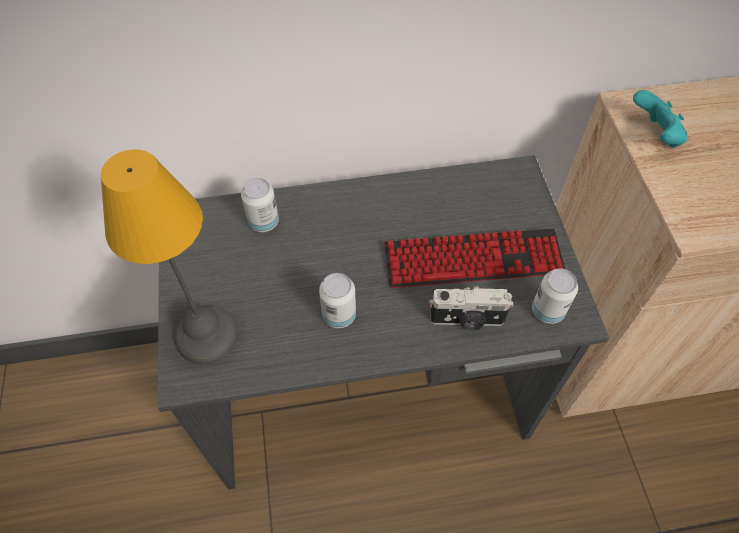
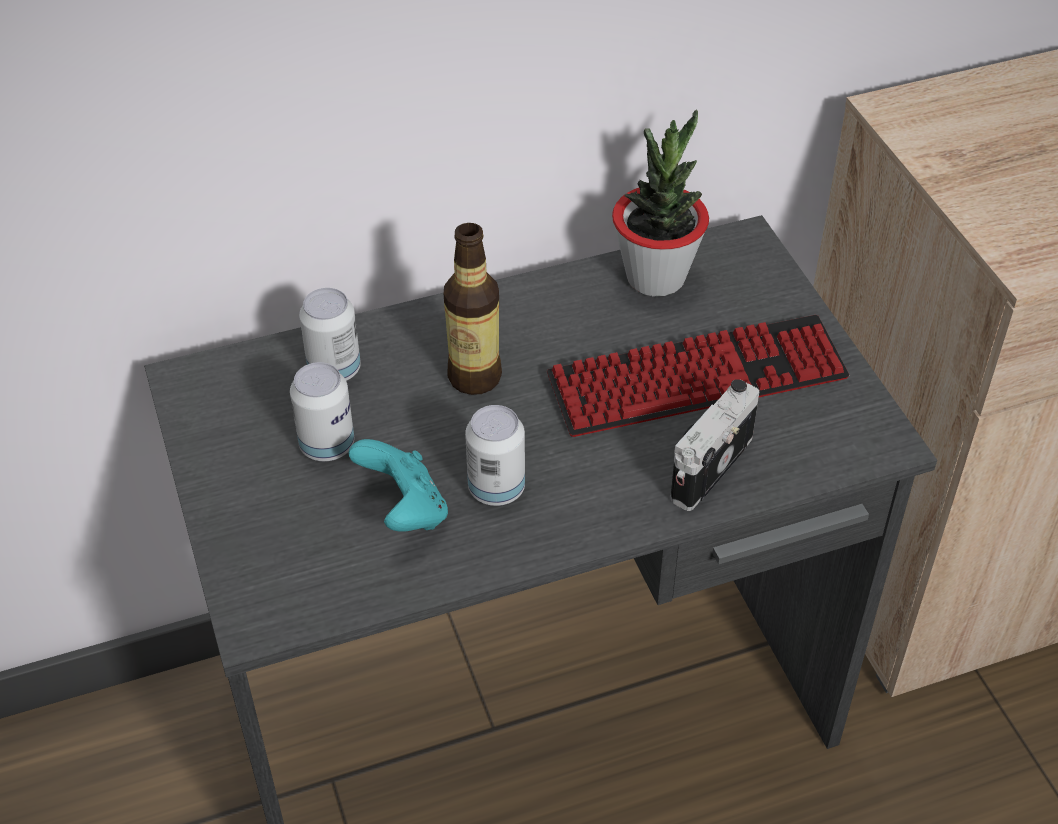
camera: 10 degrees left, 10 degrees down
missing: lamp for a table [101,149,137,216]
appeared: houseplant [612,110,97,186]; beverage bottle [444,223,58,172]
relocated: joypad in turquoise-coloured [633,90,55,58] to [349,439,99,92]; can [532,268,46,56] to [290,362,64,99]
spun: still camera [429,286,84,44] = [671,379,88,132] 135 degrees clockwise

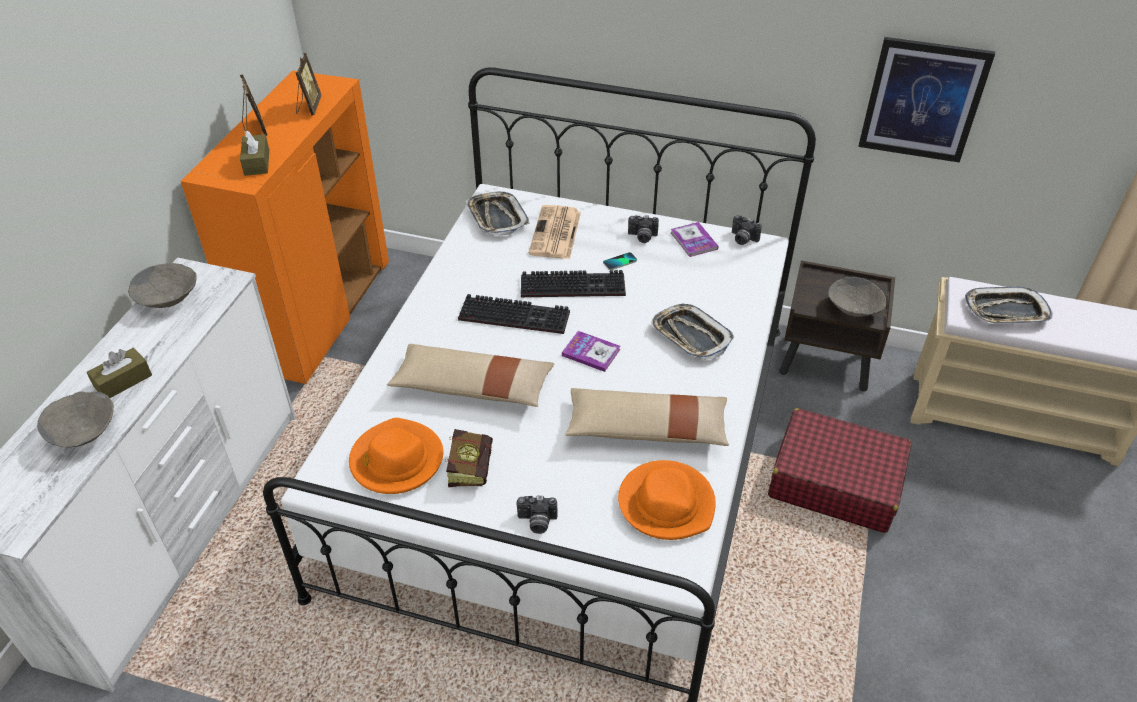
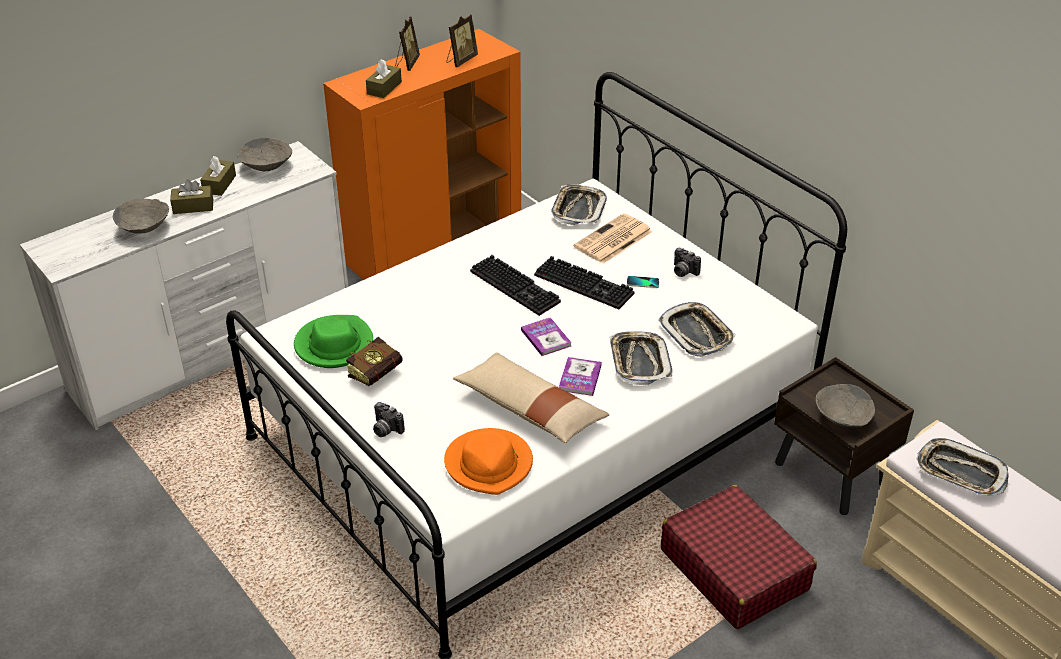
camera: 35 degrees right, 5 degrees down
missing: wall art [858,37,137,126]; still camera [732,215,30,30]; pillow in sand-coloured [387,344,167,63]
appeared: box of tissues in brown-coloured [200,156,36,40]; tray [658,302,78,55]
relocated: bound book [671,222,47,35] to [559,357,43,39]
colour: hat in orangey [349,418,95,76] to hat in green [294,315,79,53]

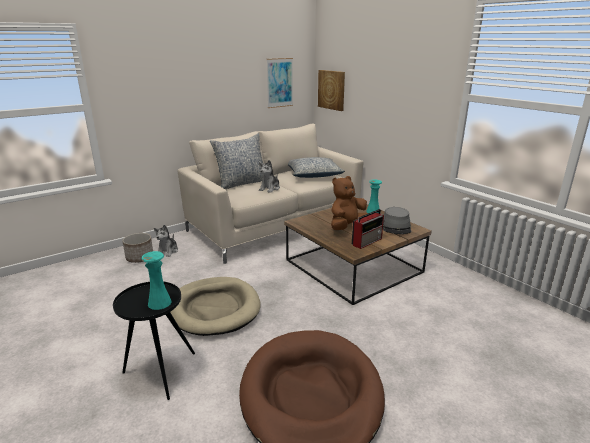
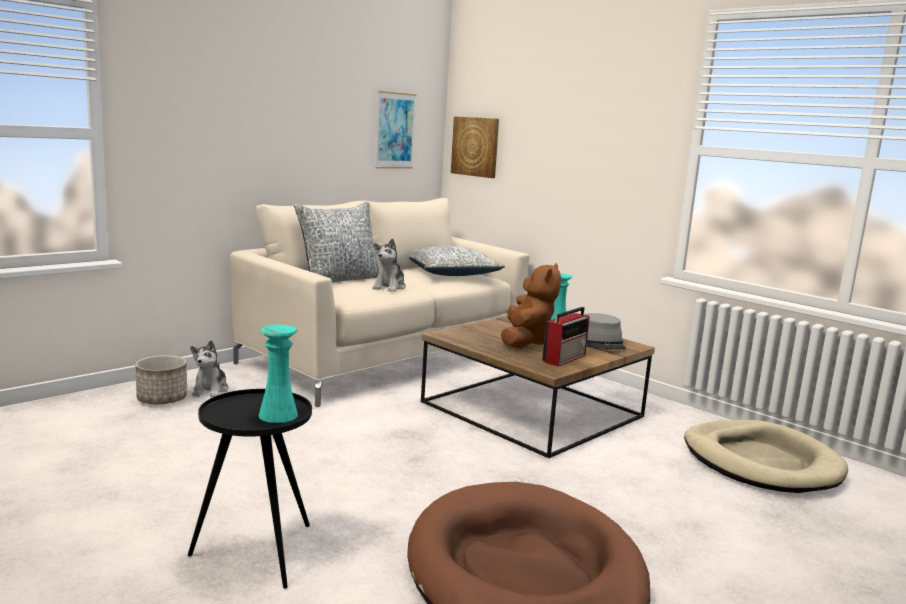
camera: 10 degrees left, 10 degrees down
relocated: pet bed in sand-coloured [170,277,91,59] to [684,420,164,73]
spun: plush toy in brown-coloured [331,176,37,54] = [501,263,60,85] 150 degrees clockwise

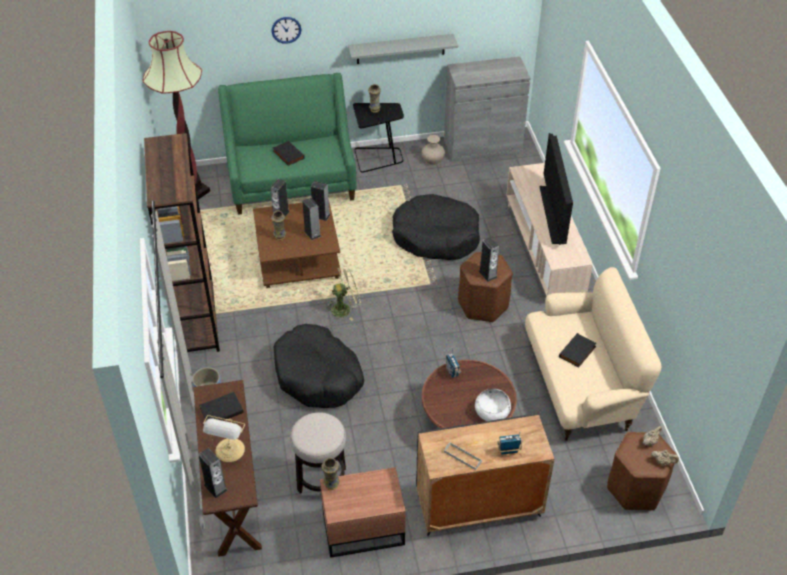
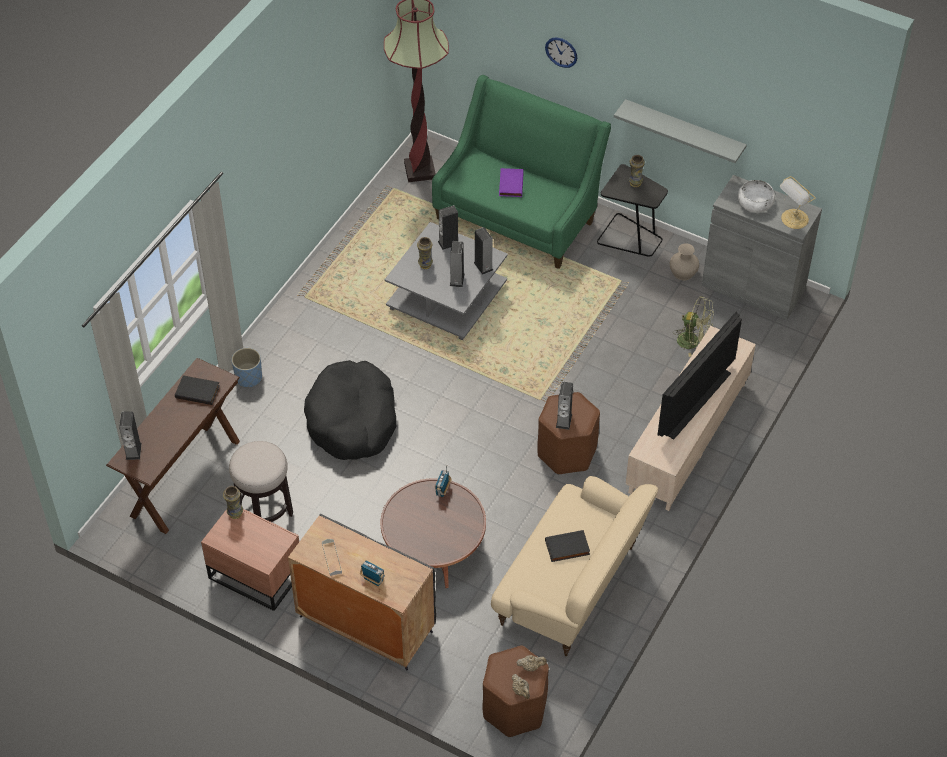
camera: 40 degrees right, 5 degrees up
missing: shelving unit in brown-coloured [144,133,76,219]; pet bed in black-coloured [392,194,88,66]
relocated: fan in green [324,266,37,55] to [673,296,41,61]; serving bowl in white [475,389,36,32] to [738,180,37,32]; lamp for a table [203,415,42,47] to [780,176,36,53]
colour: bound book in black-coloured [273,141,32,25] to bound book in purplish [499,168,25,29]; lounge table in brown-coloured [253,203,88,85] to lounge table in gray [385,222,123,118]

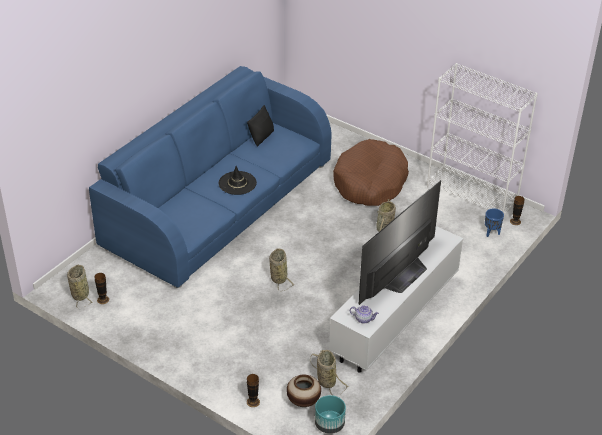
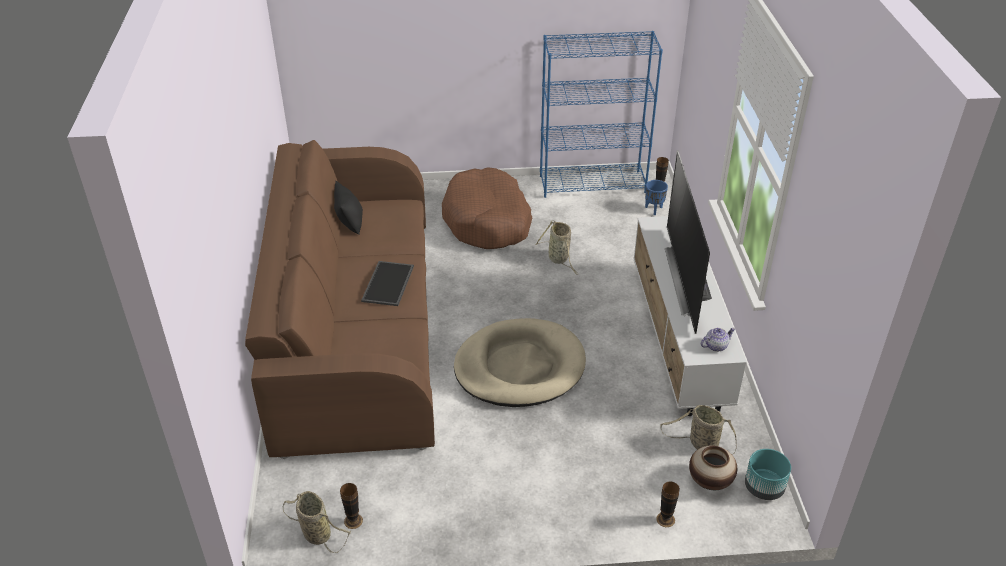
camera: 40 degrees left, 0 degrees up
exchanged: hat in black-coloured [219,166,38,29] to tray [361,261,53,45]; basket [269,248,26,43] to pet bed in sand-coloured [454,318,132,89]
colour: shelving unit in white [427,63,111,151] to shelving unit in bluish [540,31,123,167]; settee in bluish [89,66,243,222] to settee in brown-coloured [245,140,190,319]

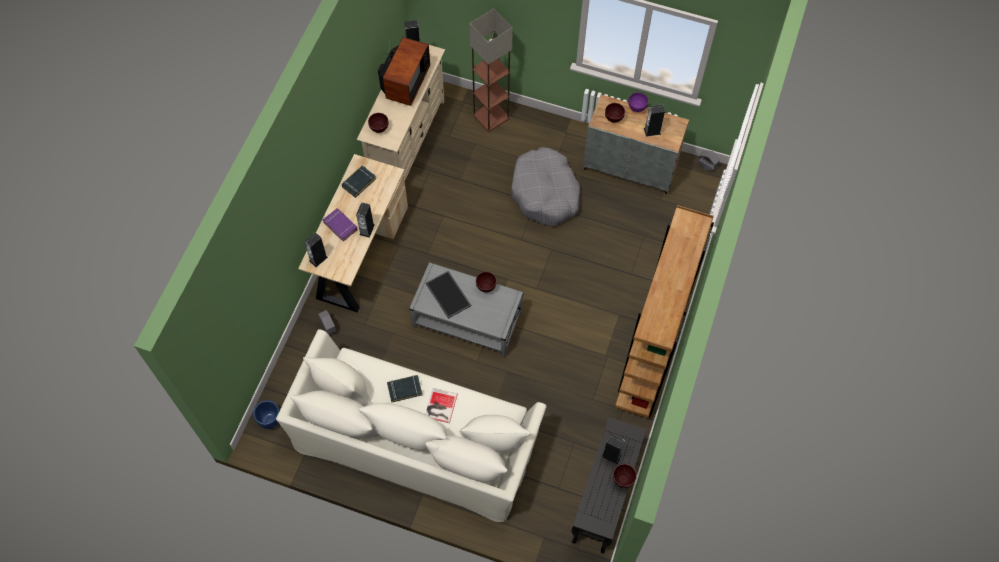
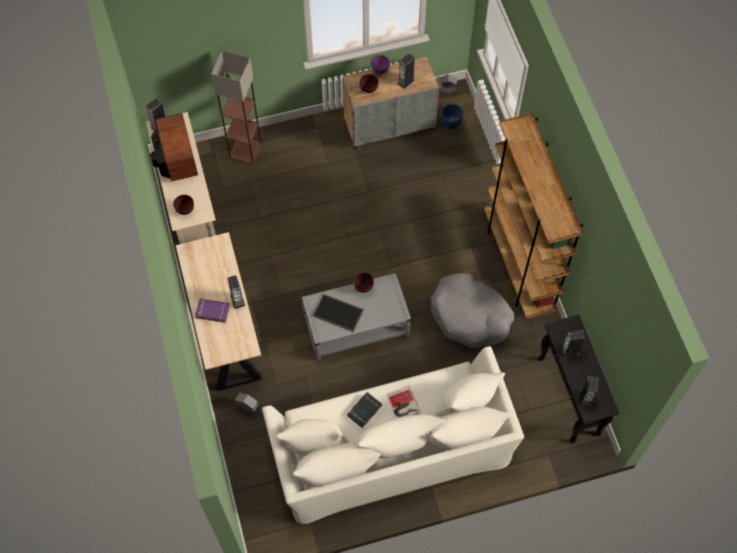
camera: 35 degrees left, 0 degrees up
missing: bound book in black-coloured [342,165,34,33]; serving bowl in brown-coloured [613,464,24,24]
relocated: pet bed in gray [511,147,69,79] to [431,273,83,75]; audio speaker [304,232,24,35] to [579,376,19,32]; flower pot in bluish [253,400,27,29] to [441,104,22,26]

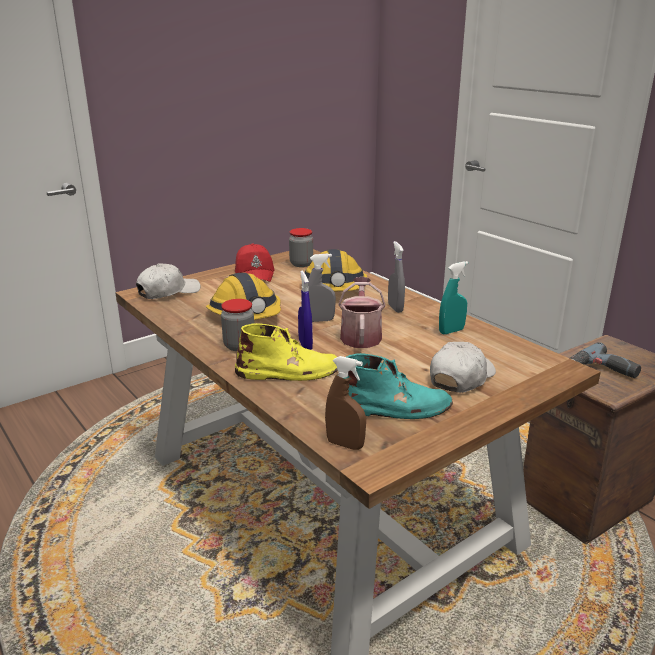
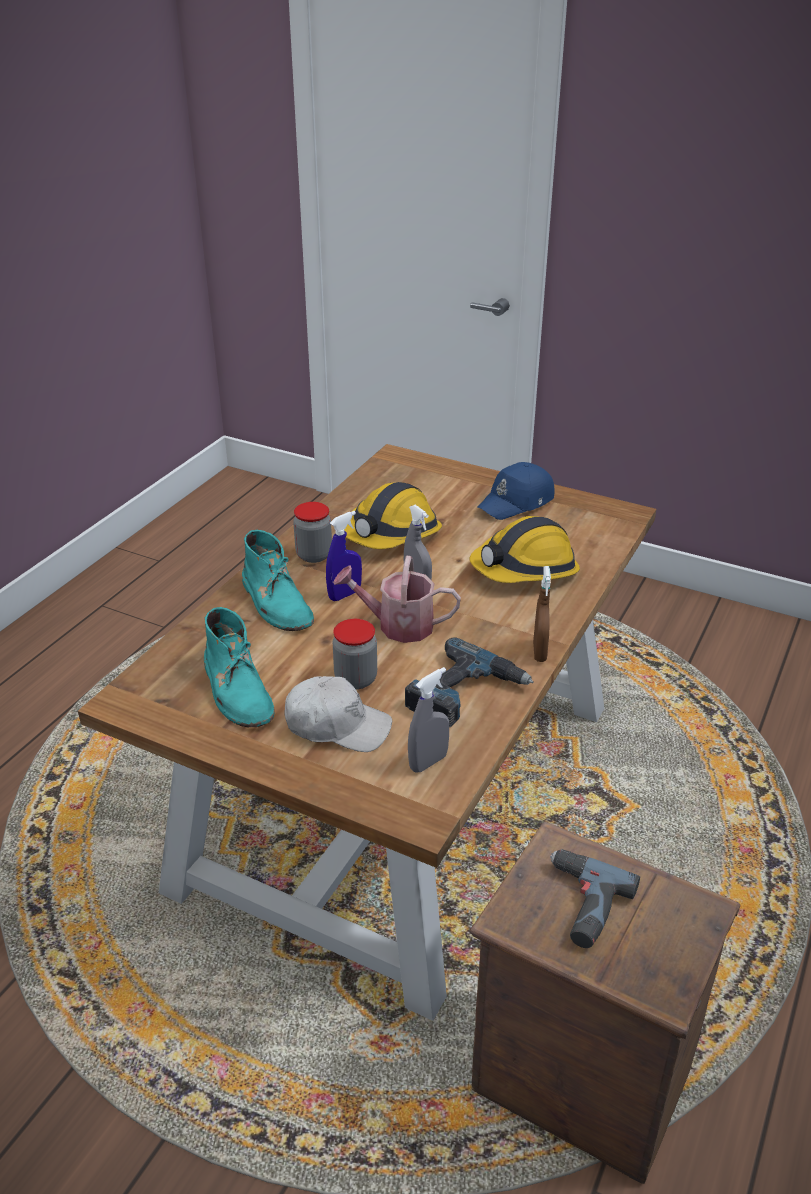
camera: 65 degrees right, 10 degrees up
missing: cap in white [136,263,65,36]
relocated: storage jar [289,228,24,39] to [333,619,44,71]; hand sprayer in gray [388,241,17,72] to [408,667,41,105]; hand sprayer in brown-coloured [325,356,41,94] to [533,566,18,96]
exchanged: hand sprayer in turquoise-coloured [439,261,29,73] to drill [405,637,129,90]
colour: cap in red-coloured [235,243,40,39] to cap in bluish [477,462,78,58]; high-top boot in yellow-coloured [235,323,103,58] to high-top boot in turquoise-coloured [242,530,72,101]
spun: sprinkling can [338,277,48,71] = [333,556,128,87] 150 degrees counterclockwise

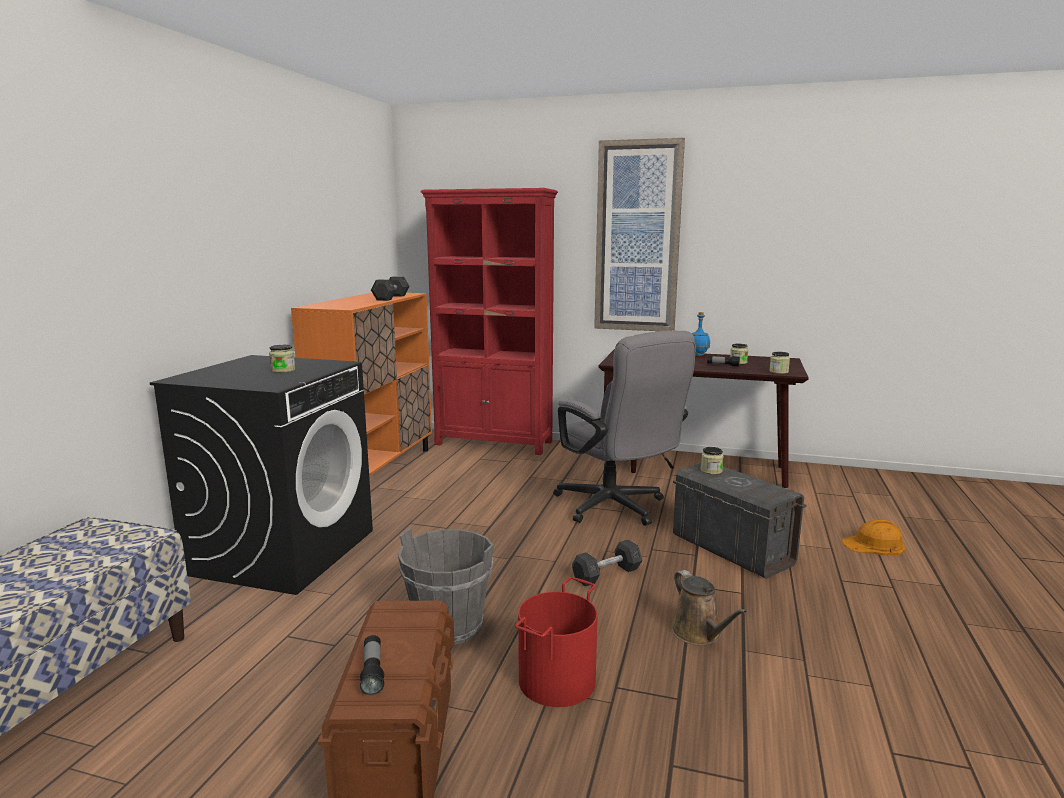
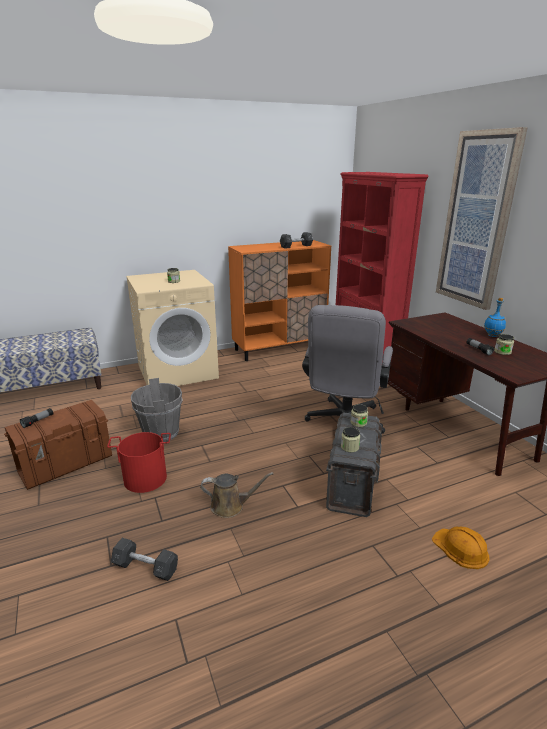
camera: 50 degrees right, 10 degrees up
relocated: storage jar [769,352,21,22] to [341,427,19,25]; dumbbell in gray [572,539,71,48] to [111,538,67,43]
colour: washing machine in black-coloured [150,355,223,240] to washing machine in sand-coloured [126,270,93,116]
spun: sprinkling can in brown-coloured [671,570,76,75] = [200,472,73,46] 120 degrees counterclockwise

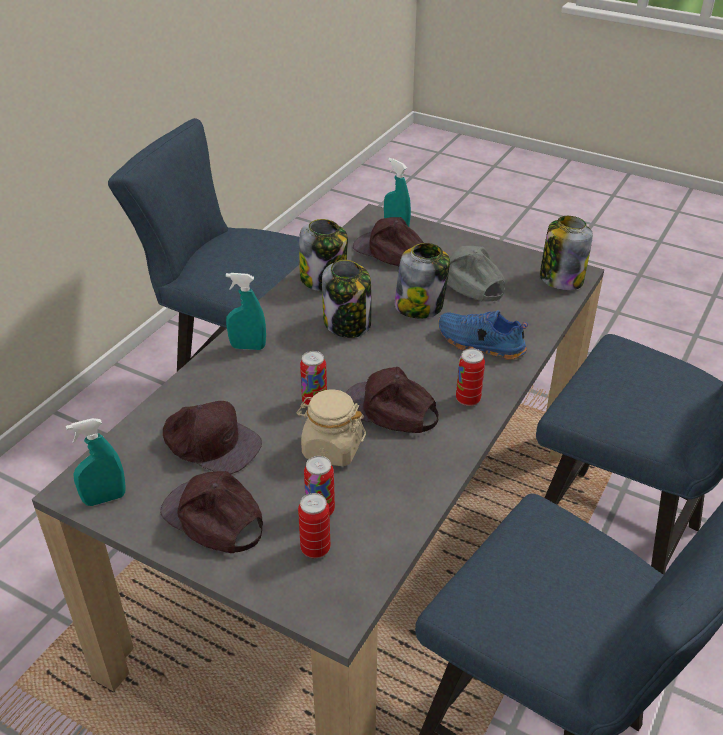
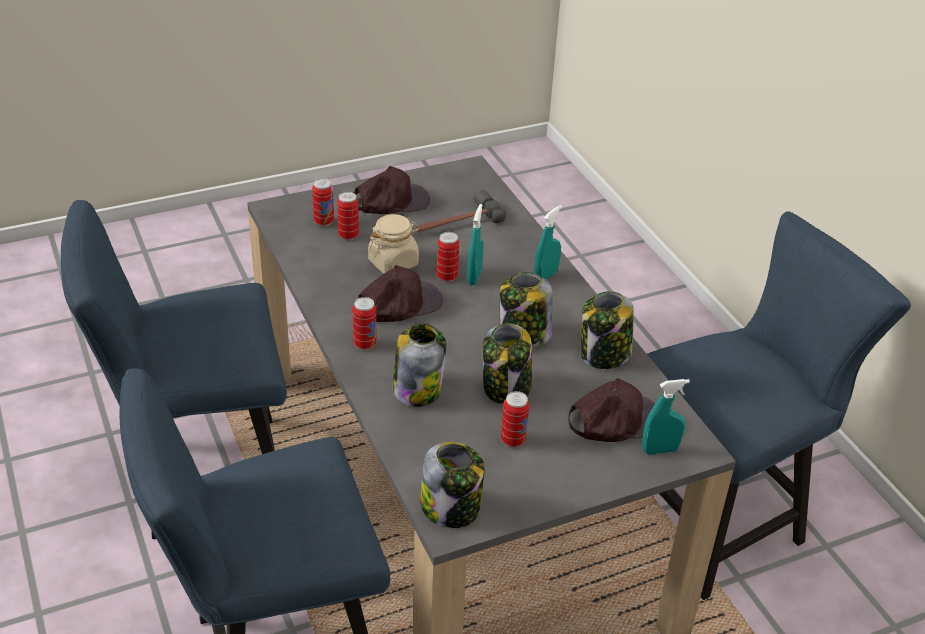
camera: 125 degrees right, 0 degrees up
relocated: hand sprayer in turquoise-coloured [66,418,60,88] to [467,204,17,81]
exchanged: cap in gray [447,246,58,55] to can [501,391,28,56]; shoe in bluish [438,310,90,50] to storage jar [392,324,54,83]; cap in brown-coloured [163,401,99,73] to tool hammer [415,190,91,42]

